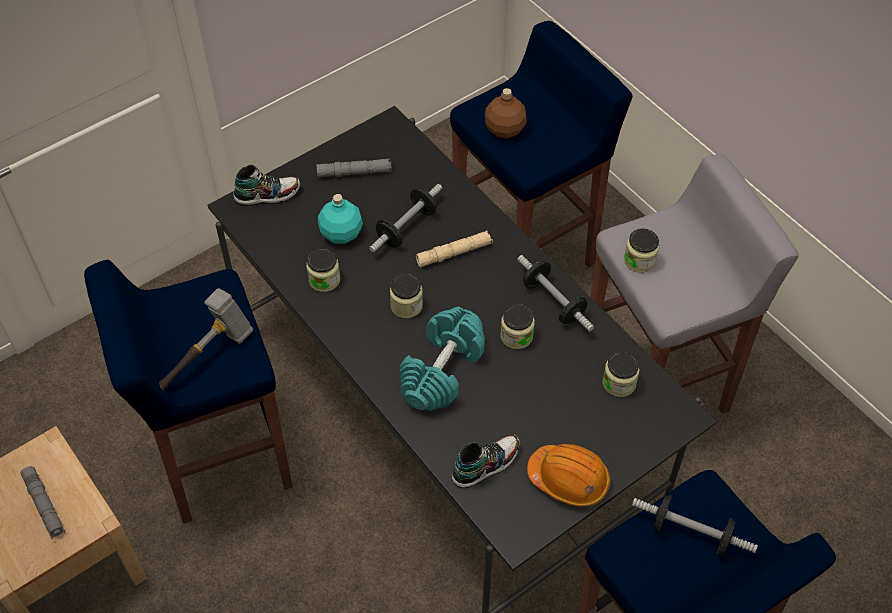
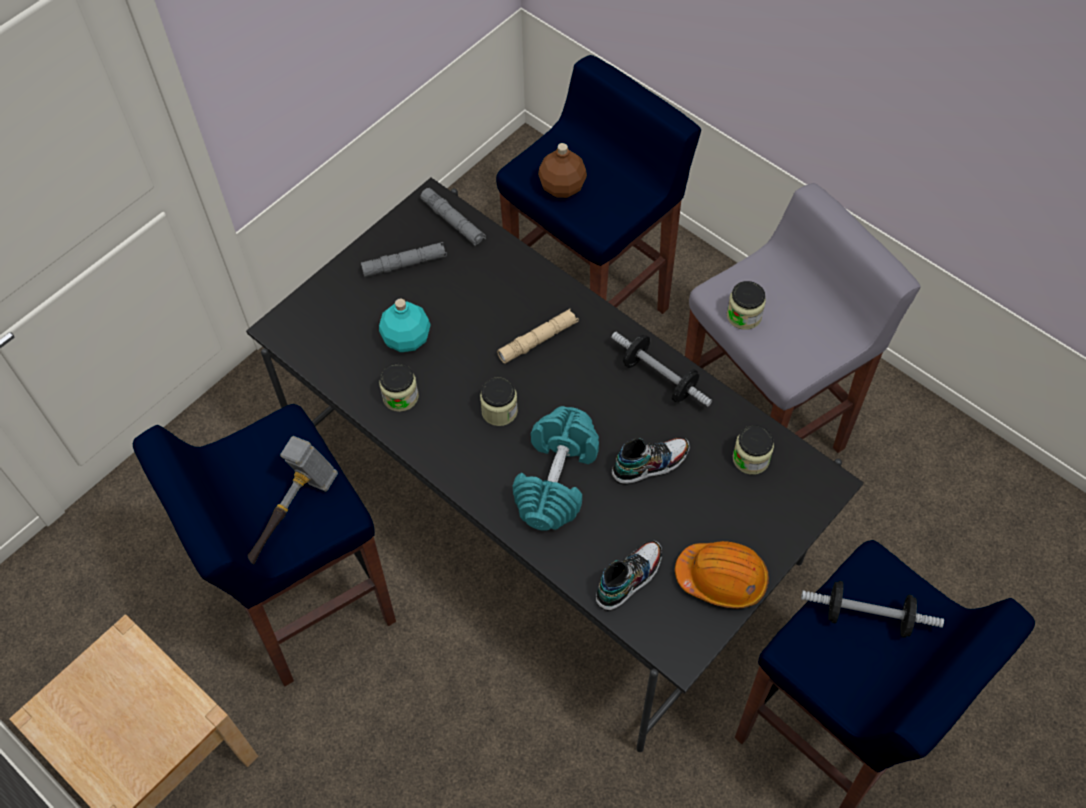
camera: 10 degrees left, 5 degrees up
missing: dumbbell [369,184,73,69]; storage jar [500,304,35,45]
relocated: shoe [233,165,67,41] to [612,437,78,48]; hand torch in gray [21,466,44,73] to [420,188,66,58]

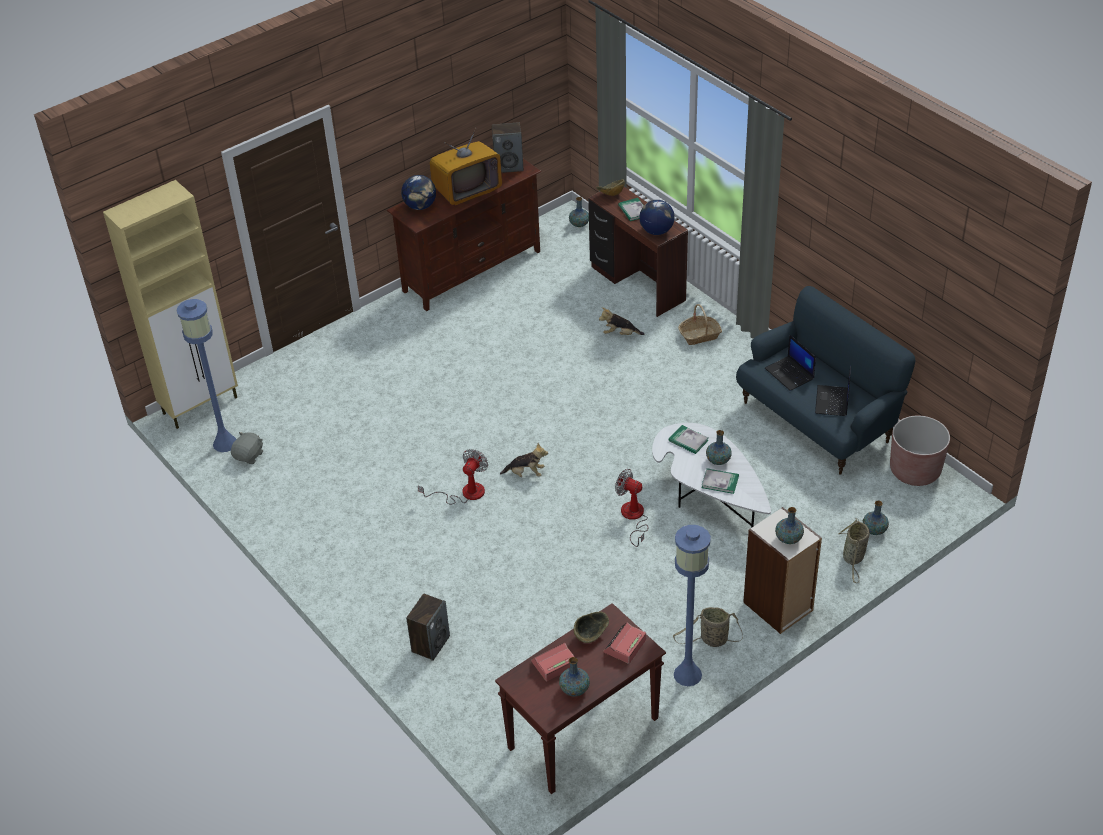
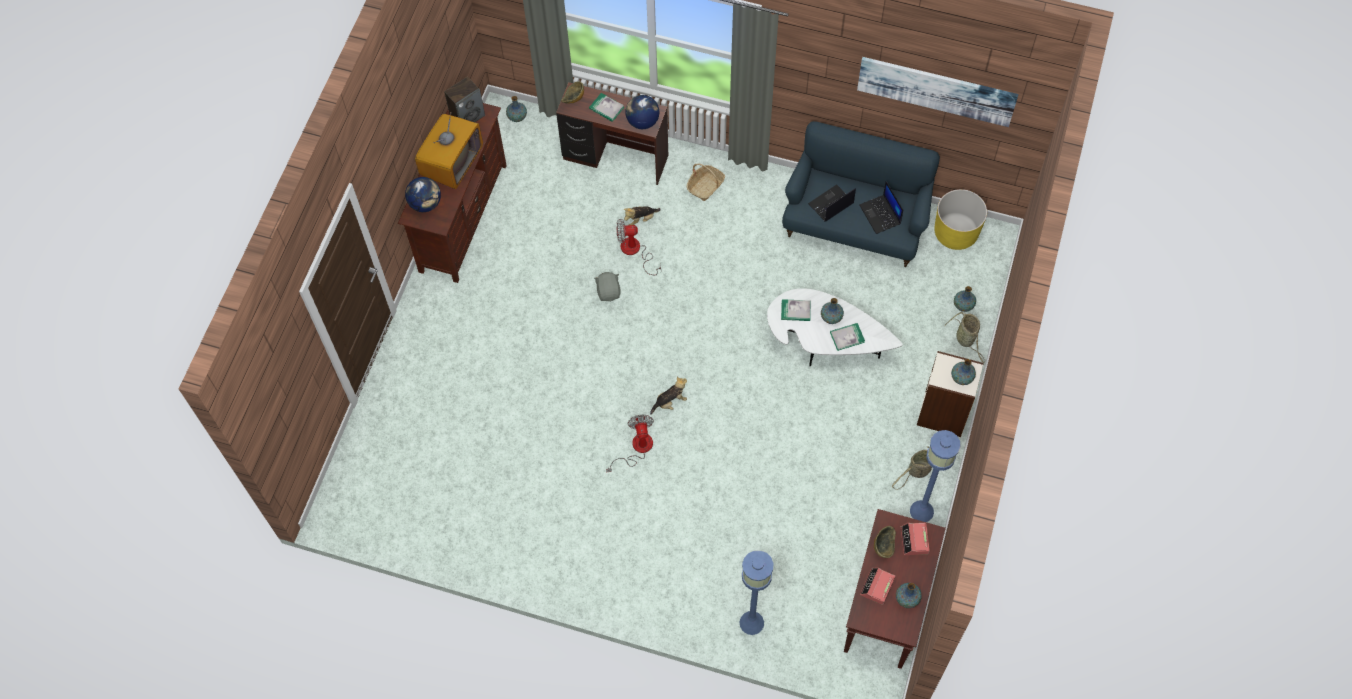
camera: 35 degrees left, 20 degrees up
missing: cupboard in sand-coloured [103,180,135,249]; audio speaker [406,593,44,68]
appeared: wall art [857,57,162,70]
relocated: standing lamp in bluish [176,299,60,153] to [739,550,34,85]; plush toy in gray [231,432,32,32] to [594,272,27,29]; fan [615,469,33,78] to [617,219,44,56]
colour: flower pot in brown-coloured [890,416,60,70] to flower pot in yellow-coloured [934,189,53,61]
spun: portable computer [765,335,51,56] = [808,184,48,38] 120 degrees clockwise

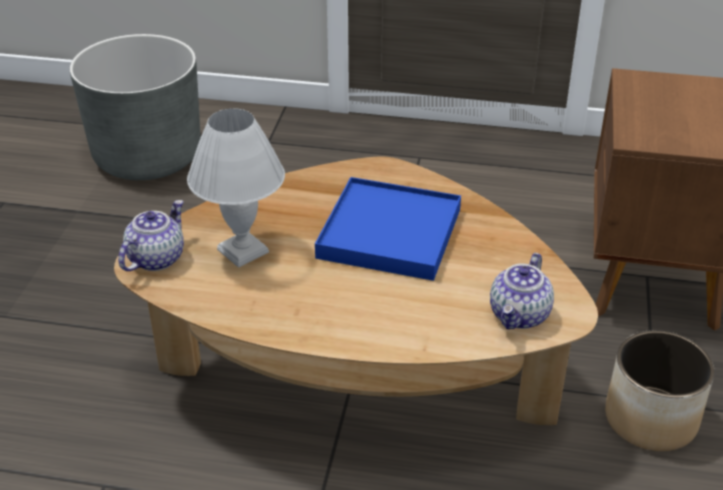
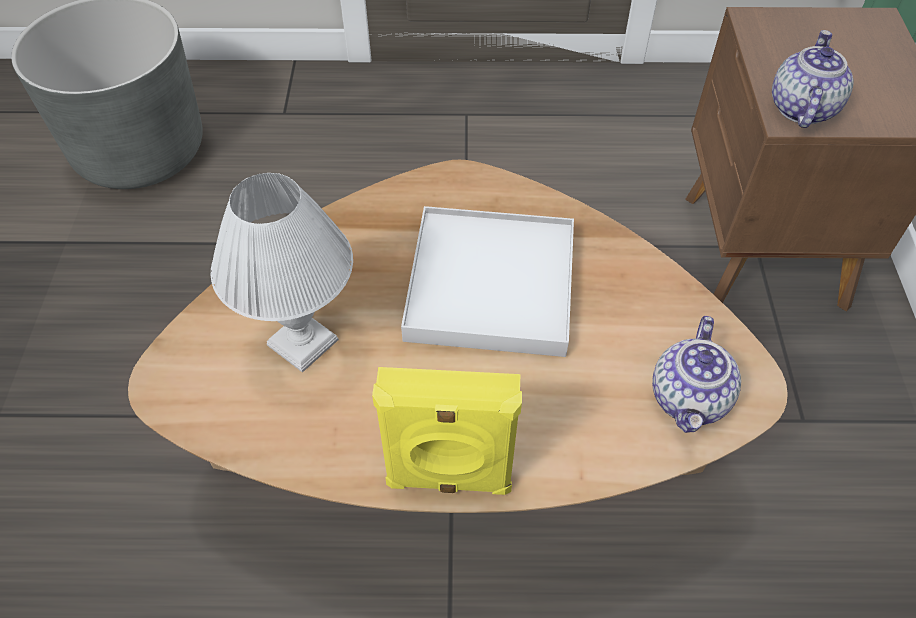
camera: 10 degrees left, 15 degrees up
missing: flower pot [605,330,109,121]
appeared: audio speaker in yellow-coloured [372,367,150,128]
relocated: pot for tea [118,200,66,71] to [772,30,82,98]
colour: tray in bluish [315,177,146,104] to tray in white [401,206,173,151]

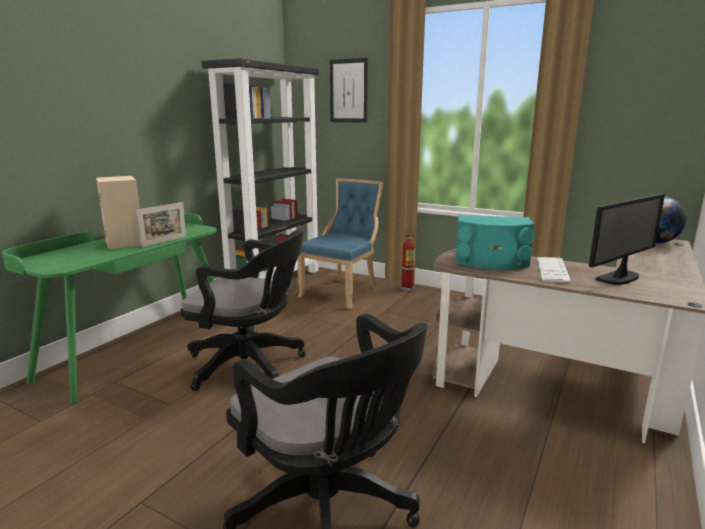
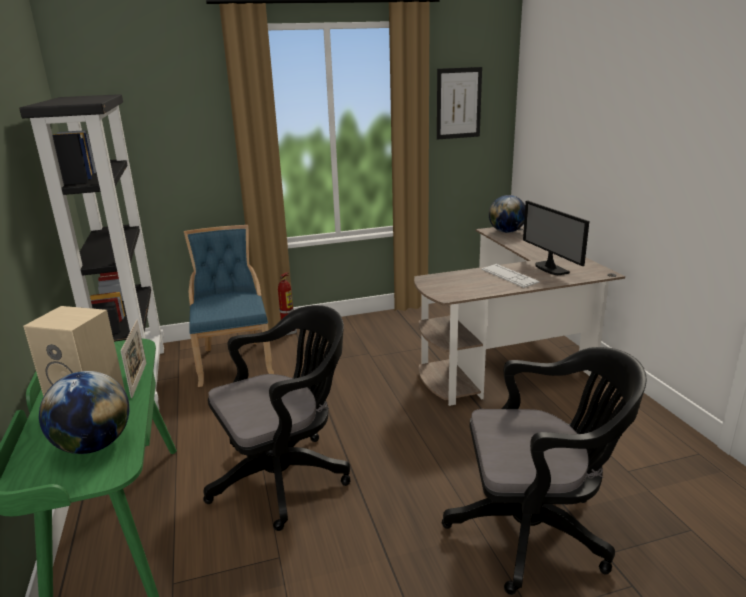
camera: 45 degrees left, 5 degrees up
missing: audio speaker in turquoise-coloured [456,215,79,55]
appeared: desk globe [39,371,91,83]
relocated: wall art [330,58,38,65] to [437,67,45,73]
spun: computer screen [589,194,76,91] = [523,200,66,75] 150 degrees clockwise

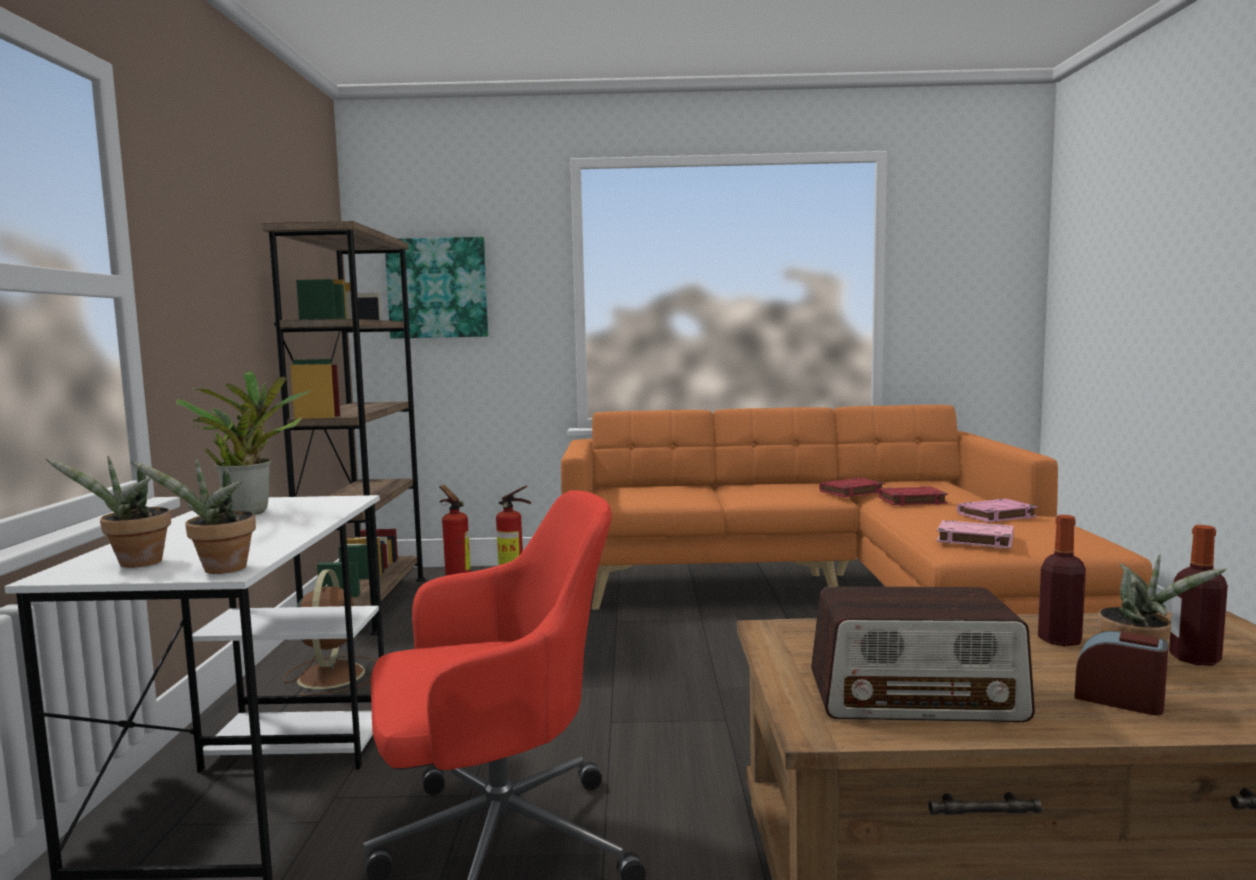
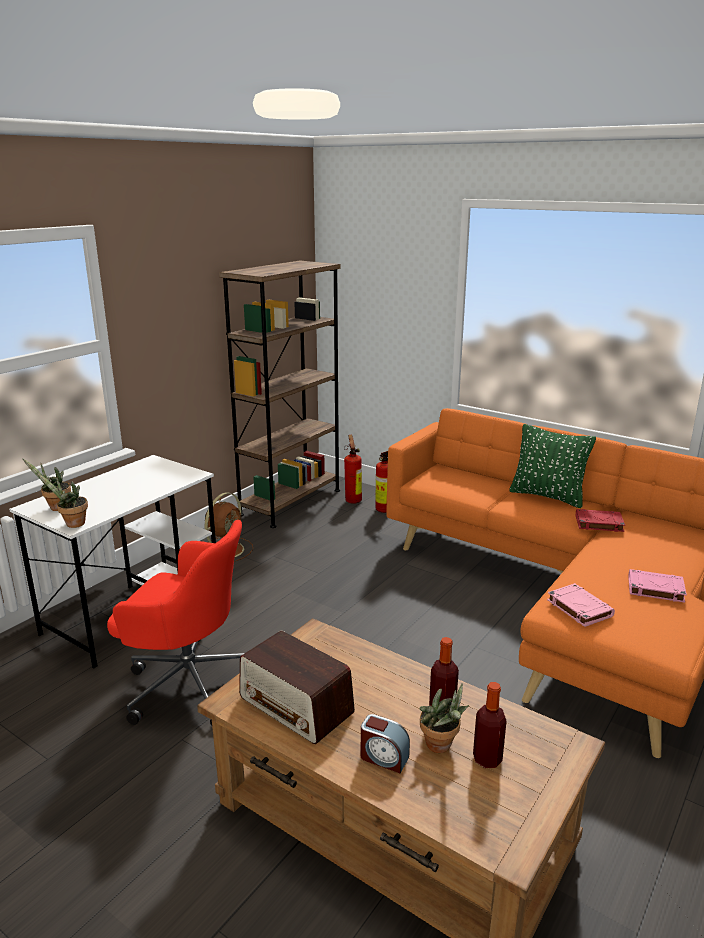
camera: 35 degrees right, 15 degrees up
missing: wall art [385,237,103,102]; houseplant [176,371,135,144]; bound book in red-coloured [879,487,69,19]
appeared: pillow in green [509,424,87,84]
spun: table clock [1074,631,95,84] = [361,714,49,59] 135 degrees clockwise

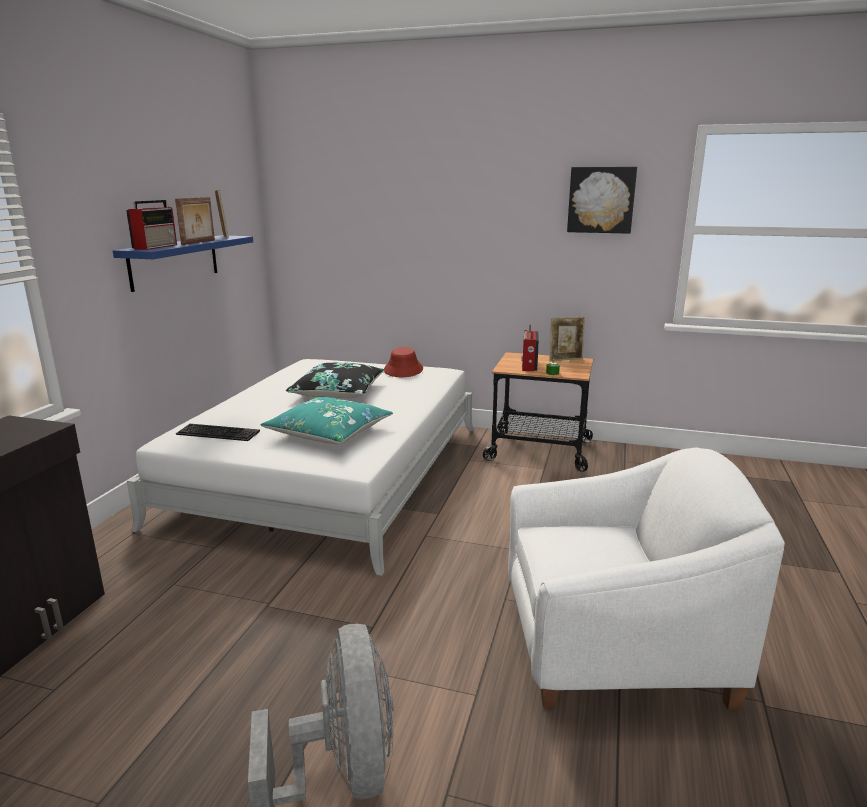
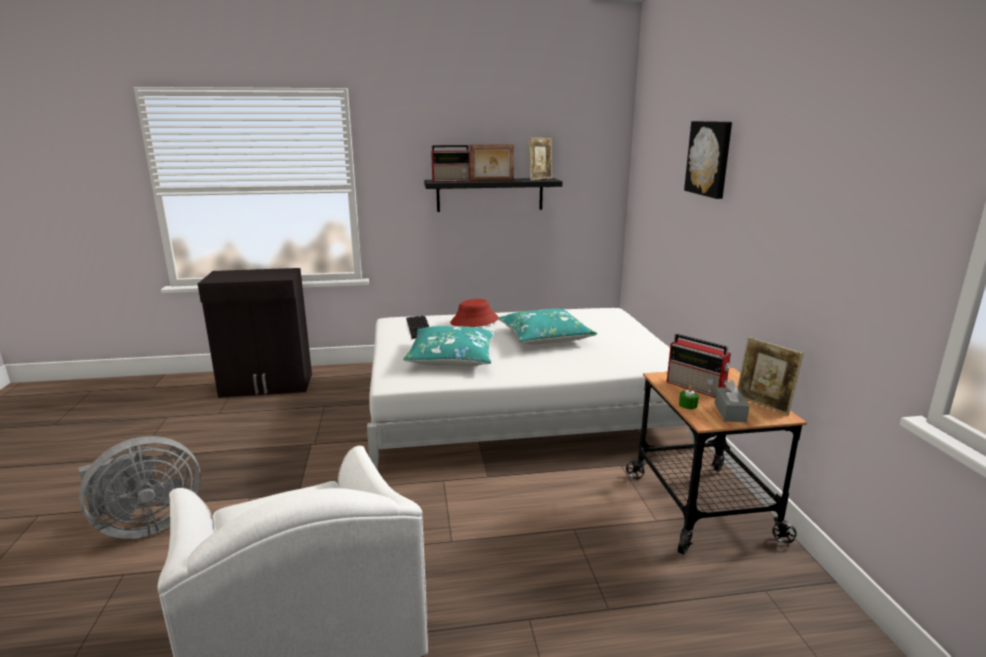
camera: 65 degrees right, 0 degrees up
appeared: box of tissues in gray [714,380,35,42]
relocated: wall art [567,167,70,67] to [684,121,48,78]; hat in red-coloured [384,347,39,30] to [450,299,48,28]
colour: shelf in bluish [113,235,140,57] to shelf in black-coloured [424,178,139,34]; pillow in black-coloured [286,363,98,35] to pillow in turquoise-coloured [498,309,99,36]
spun: radio receiver [521,325,18,46] = [667,334,64,63] 120 degrees counterclockwise

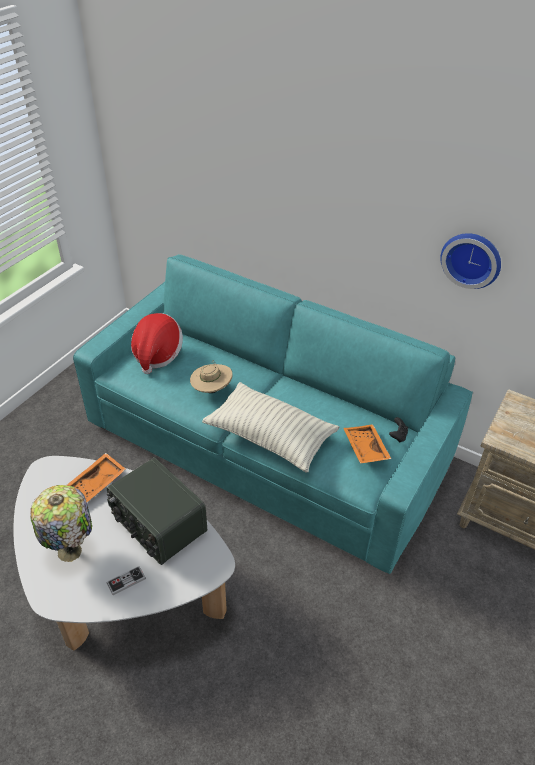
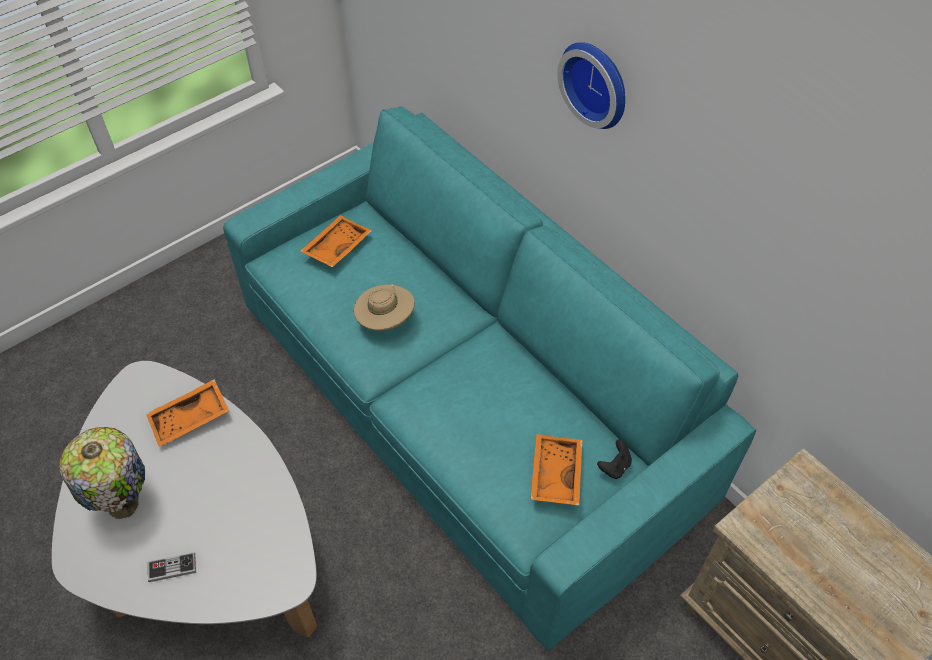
camera: 20 degrees right, 10 degrees up
missing: pillow [202,382,137,91]; radio receiver [107,457,100,108]
relocated: clock on the wall [440,233,61,56] to [557,42,68,87]
exchanged: hat [131,313,52,61] to tray in orangey [300,215,72,52]

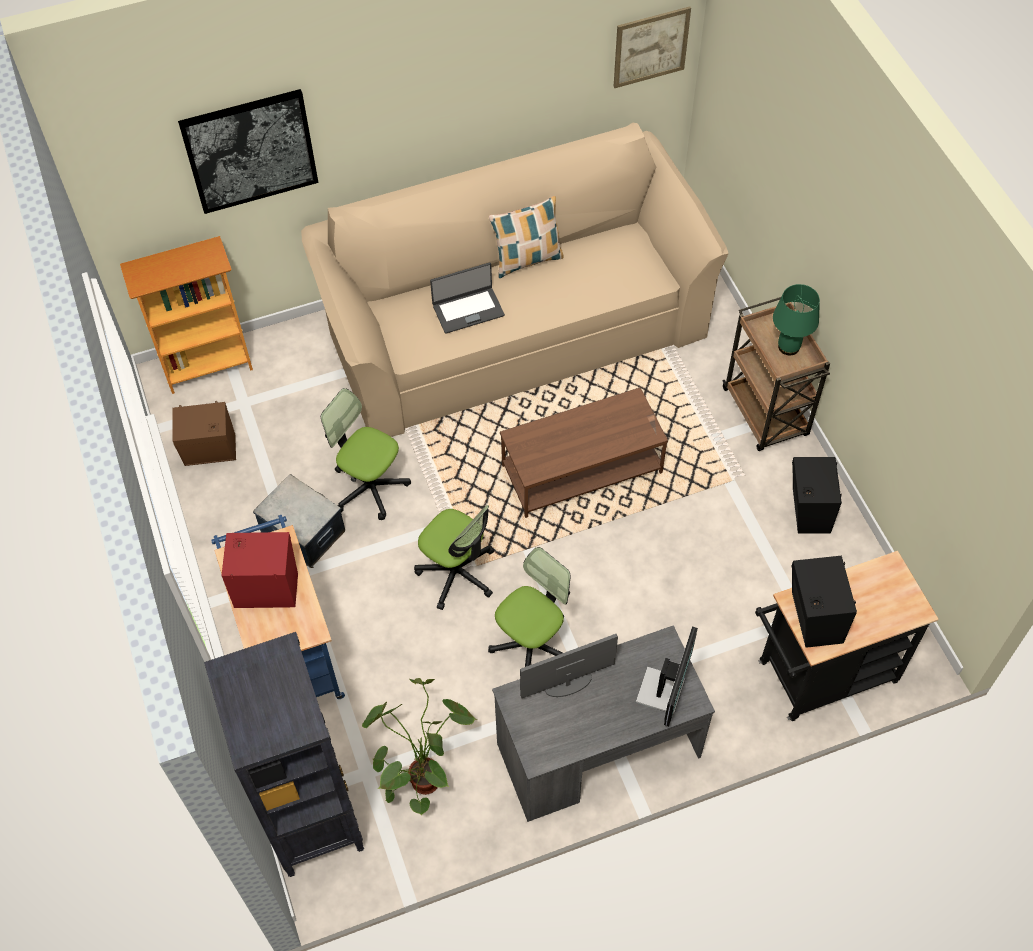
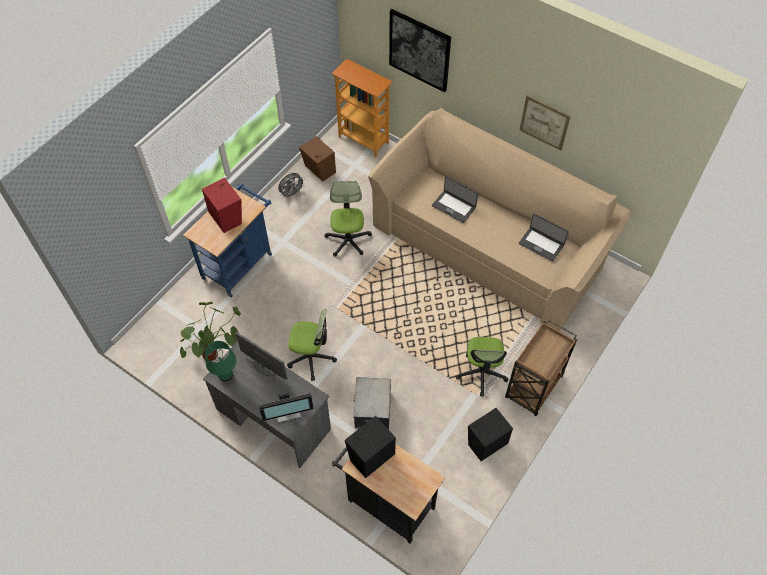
camera: 55 degrees right, 0 degrees up
missing: pillow [489,196,74,82]; lounge table in brown-coloured [500,387,168,131]; shelving unit in black-coloured [204,632,160,245]
appeared: fan in gray [278,173,27,26]; portable computer [519,214,50,48]
relocated: wall art [614,6,77,82] to [520,95,51,56]; lamp for a table in green [773,284,47,71] to [205,341,31,41]; storage box [253,474,92,94] to [354,377,37,52]; desk chair [414,505,80,105] to [455,337,53,59]

